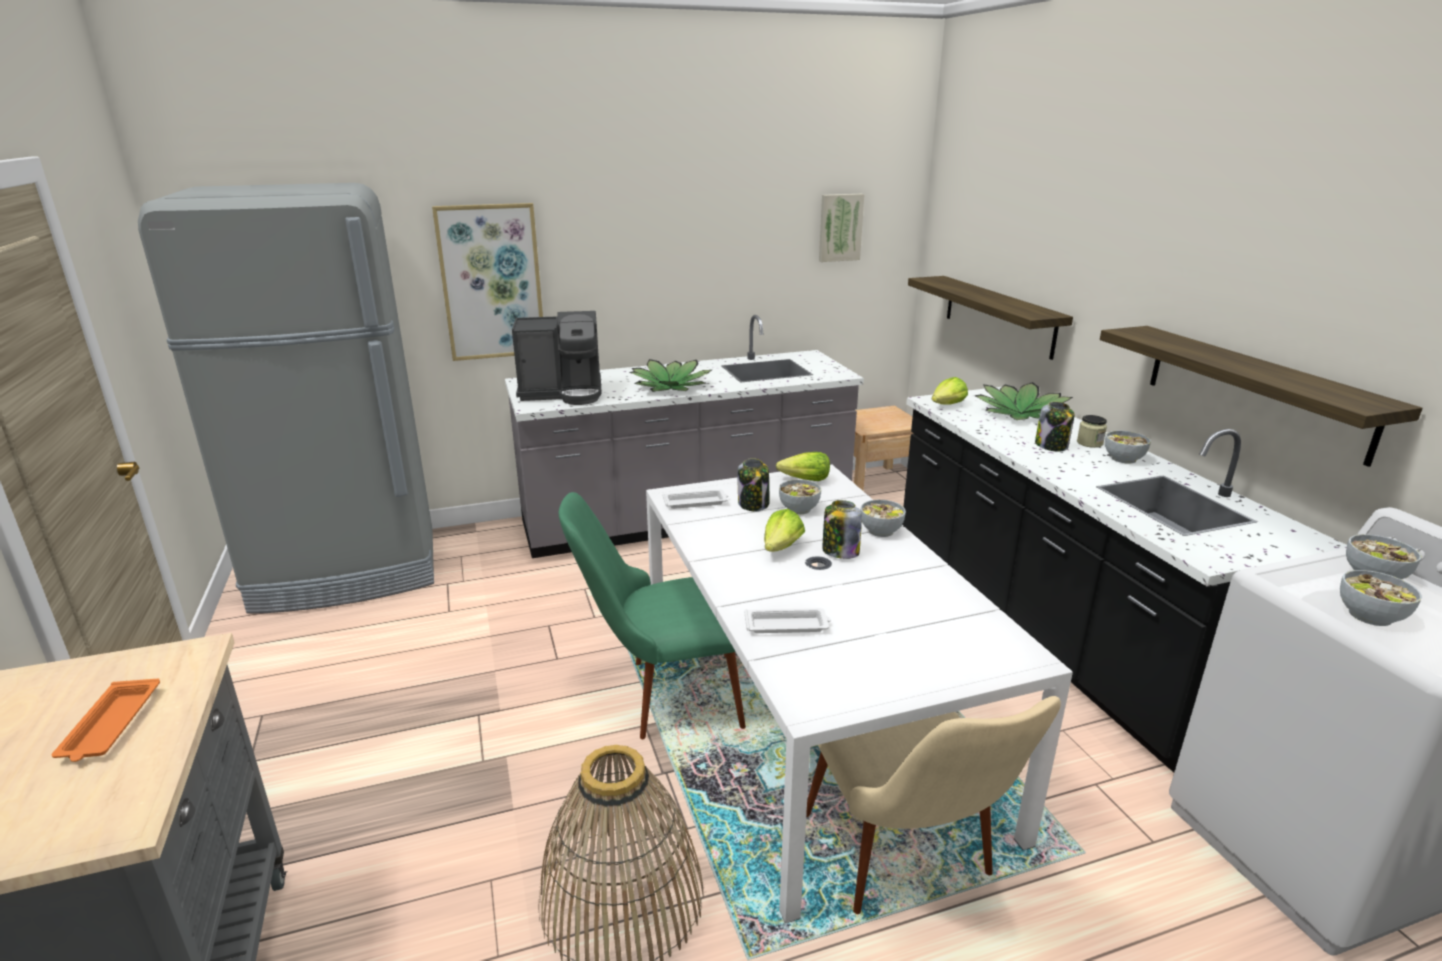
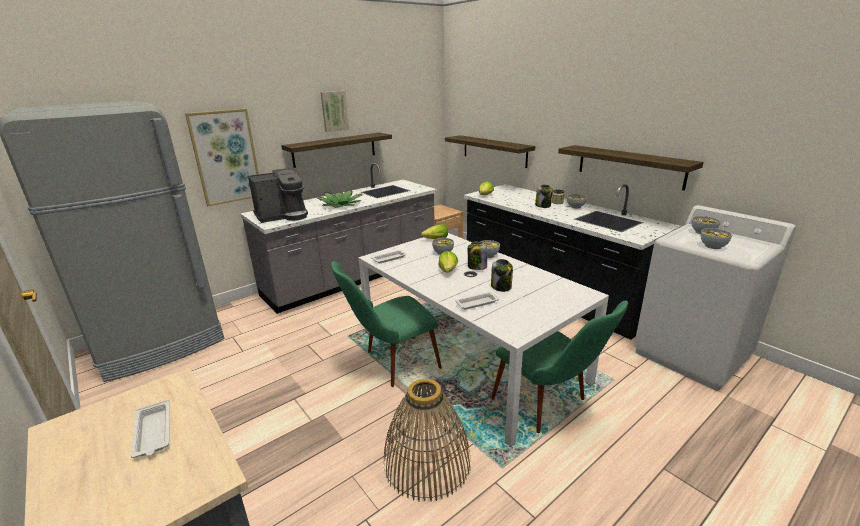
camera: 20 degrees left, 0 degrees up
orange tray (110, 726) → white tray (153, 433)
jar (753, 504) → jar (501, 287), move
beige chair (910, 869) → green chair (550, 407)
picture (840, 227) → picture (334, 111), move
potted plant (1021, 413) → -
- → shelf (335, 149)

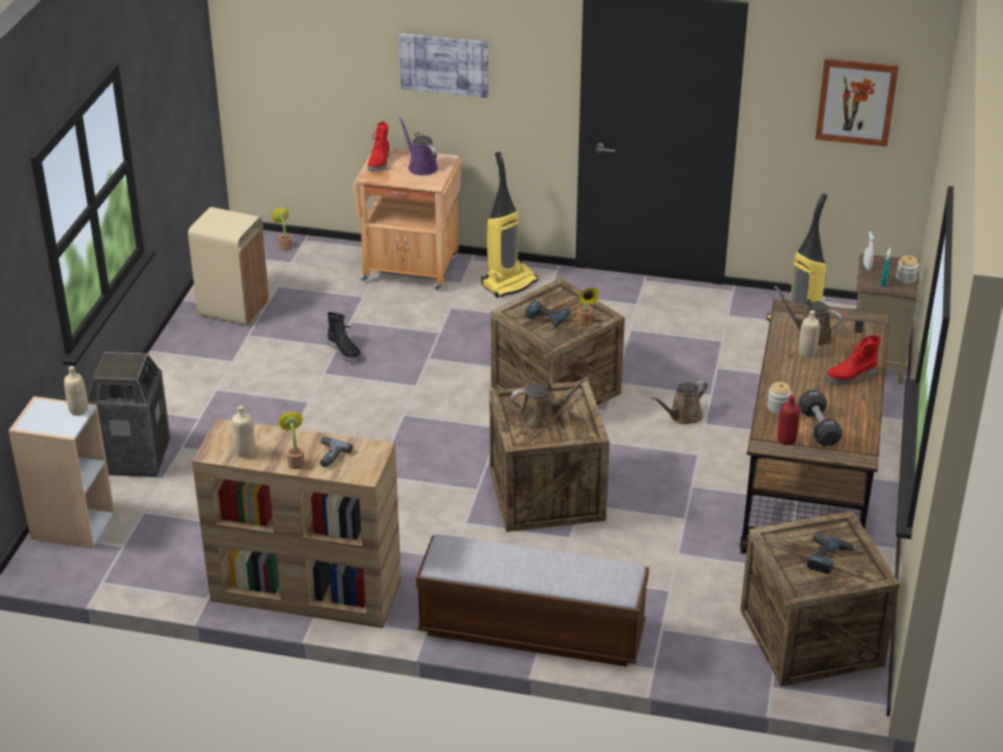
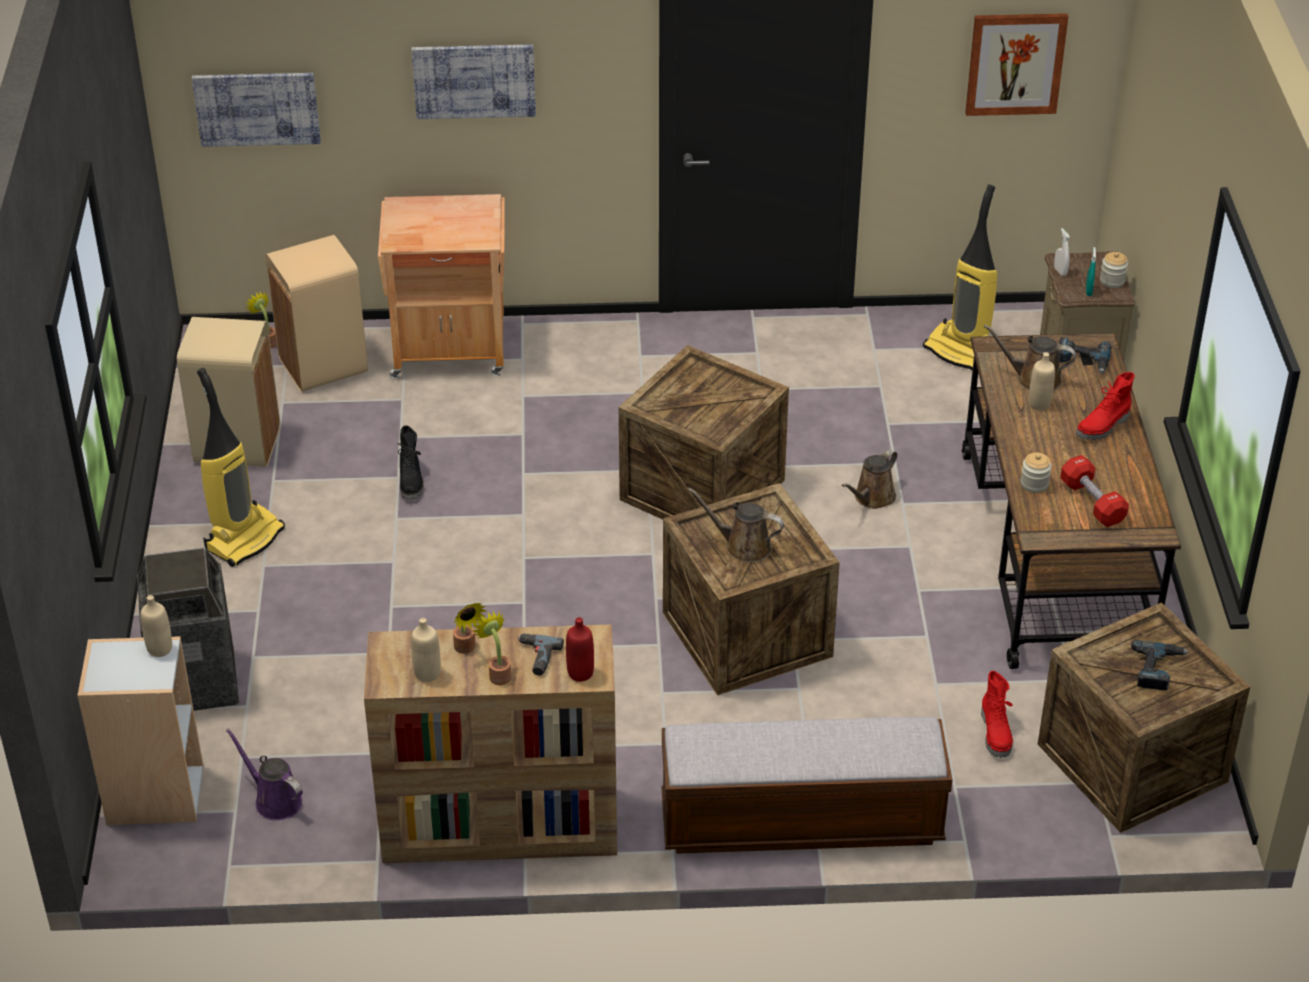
camera: 15 degrees left, 5 degrees up
black boot (345, 351) → black boot (411, 482), 45 degrees clockwise
red boot (380, 163) → red boot (996, 733), move
purple watering can (421, 167) → purple watering can (274, 800), move
vacuum cleaner (509, 283) → vacuum cleaner (244, 538), move
brown watering can (541, 418) → brown watering can (743, 546), 135 degrees counterclockwise
power drill (545, 319) → power drill (1082, 360), move
potted plant (585, 322) → potted plant (466, 649), move
red bottle (786, 440) → red bottle (580, 673), move
black dumbbell (819, 427) → red dumbbell (1092, 502)
- → picture (257, 108)
- → beige trash can (322, 365)

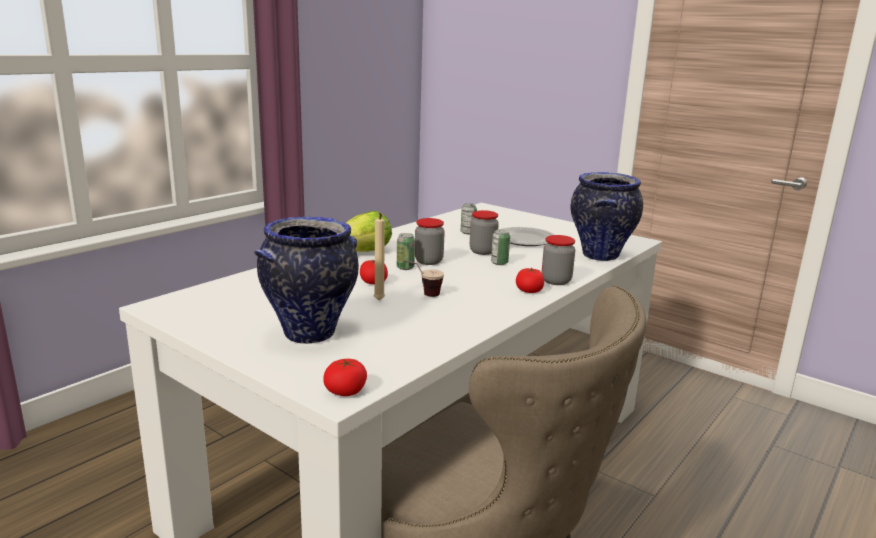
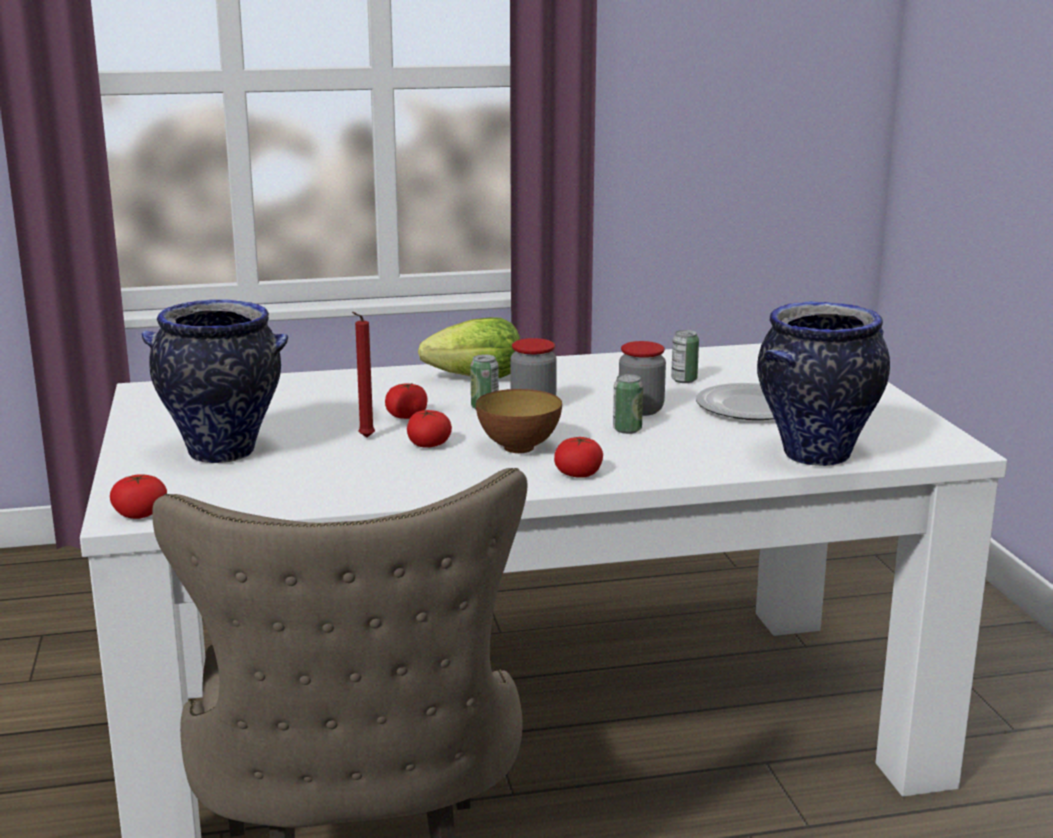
camera: 40 degrees right, 0 degrees up
beige candle (379, 301) → red candle (364, 438)
cup (422, 295) → tomato (429, 444)
jar (556, 281) → -
- → bowl (519, 448)

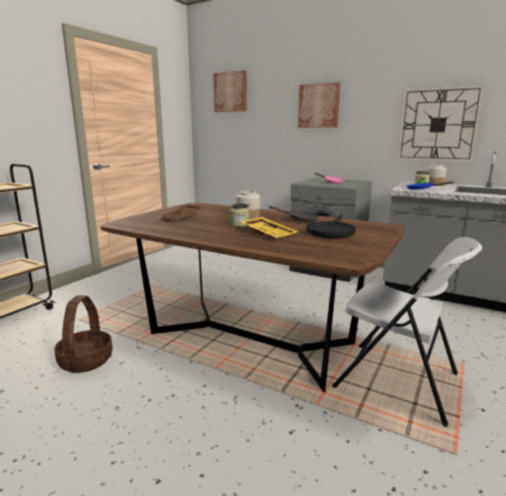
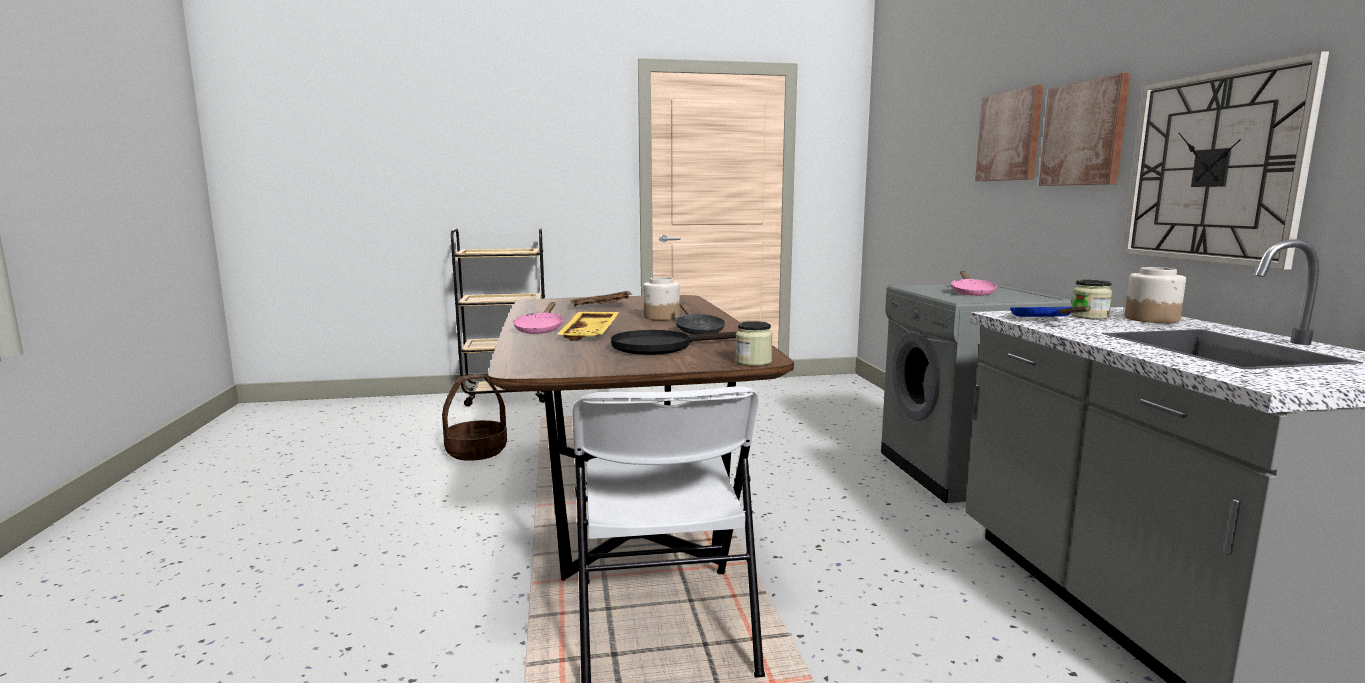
camera: 50 degrees right, 5 degrees down
picture (230, 92) → picture (1084, 134), move
jar (240, 224) → jar (753, 362), move
- → pink frying pan (540, 329)

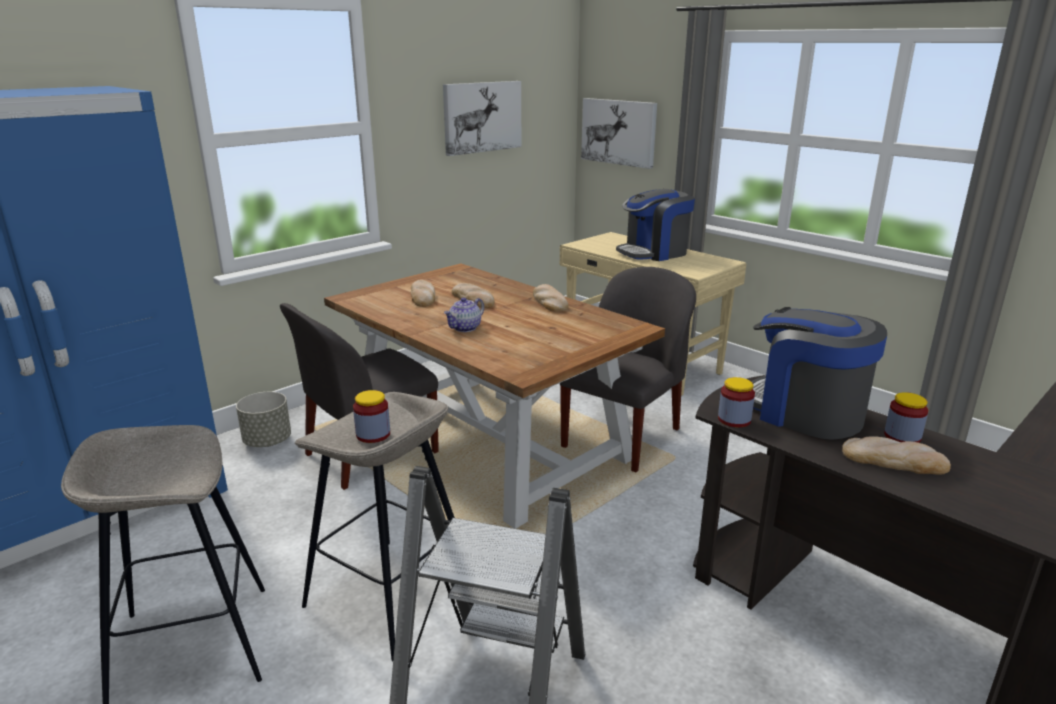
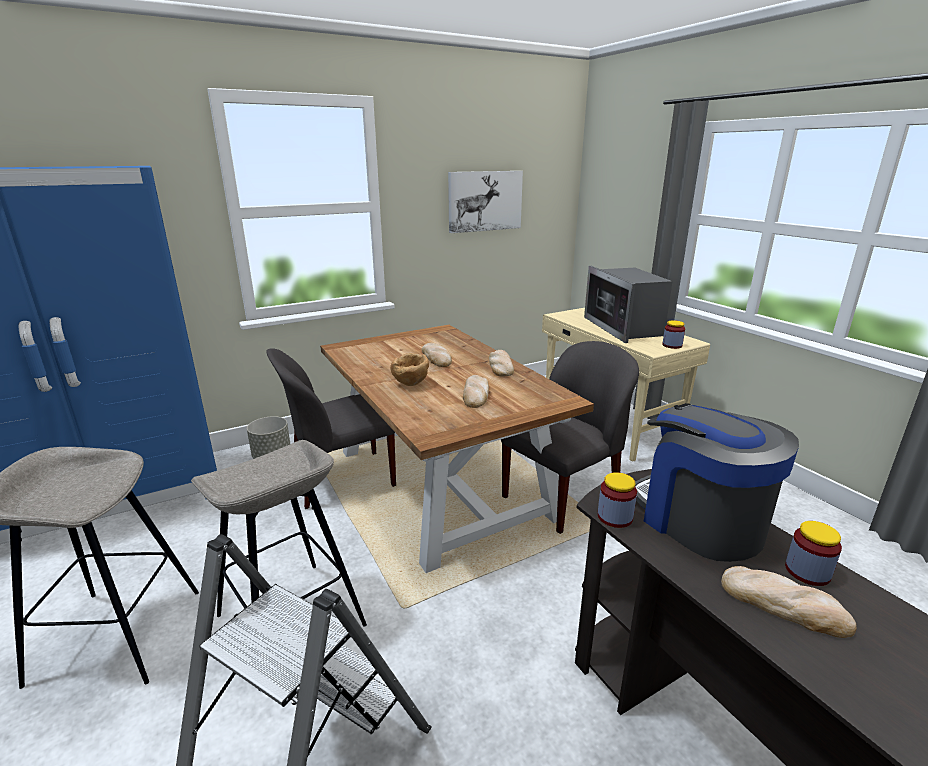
camera: 15 degrees right, 0 degrees up
jar (373, 434) → jar (672, 345), move
bread (423, 297) → bread (476, 394), move
teapot (465, 328) → brown bowl (411, 384)
picture (619, 132) → -
coffee machine (654, 252) → microwave (623, 327)

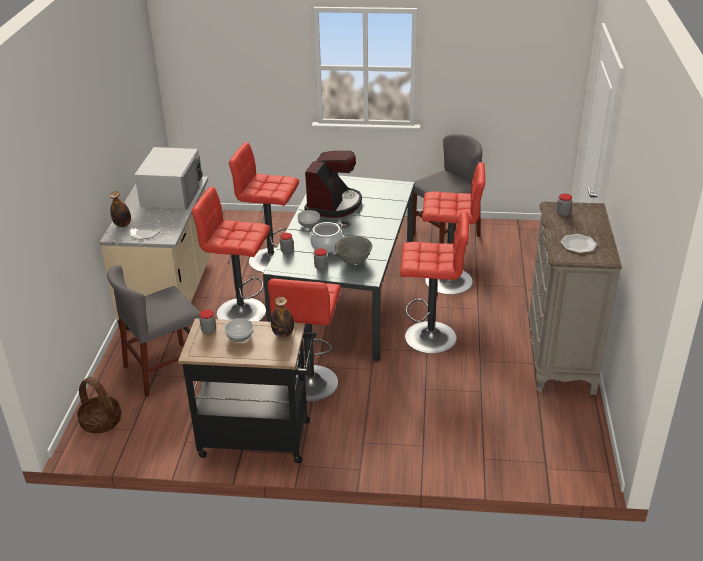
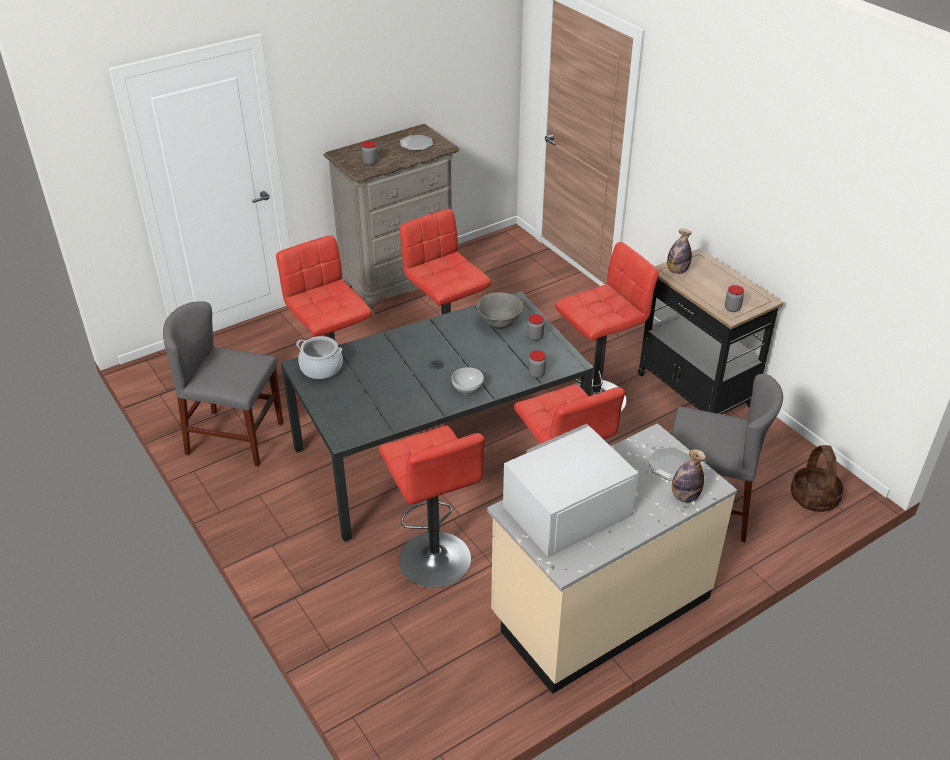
camera: 130 degrees left, 5 degrees up
bowl (240, 337) → -
coffee machine (334, 204) → -
cooking pot (326, 246) → cooking pot (321, 368), move

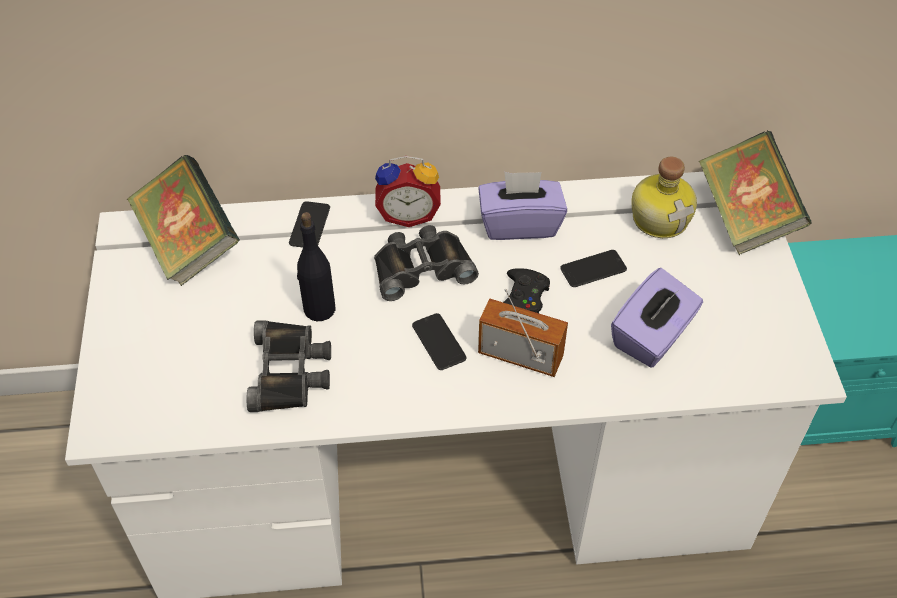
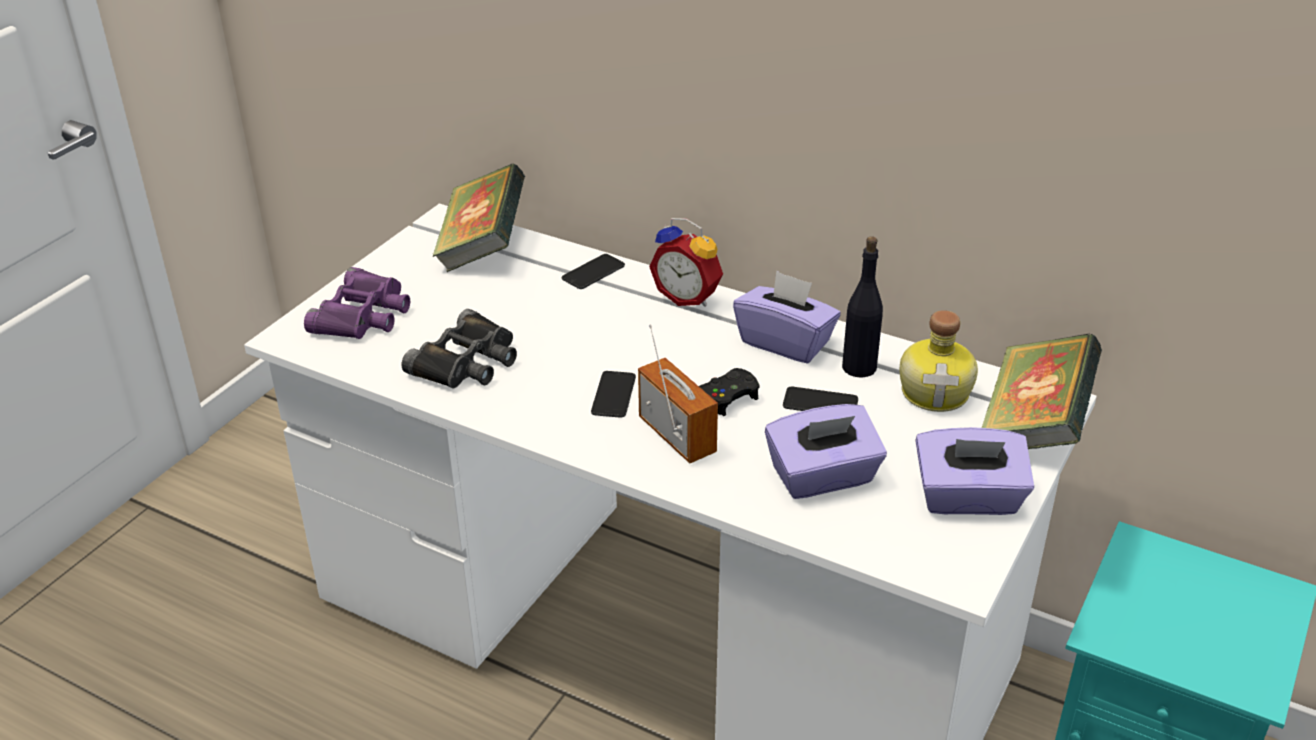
camera: 35 degrees right, 15 degrees down
black bottle (319, 309) → black bottle (858, 367), move
black binoculars (421, 267) → -
- → purple binoculars (364, 315)
- → purple tissue box (968, 499)

